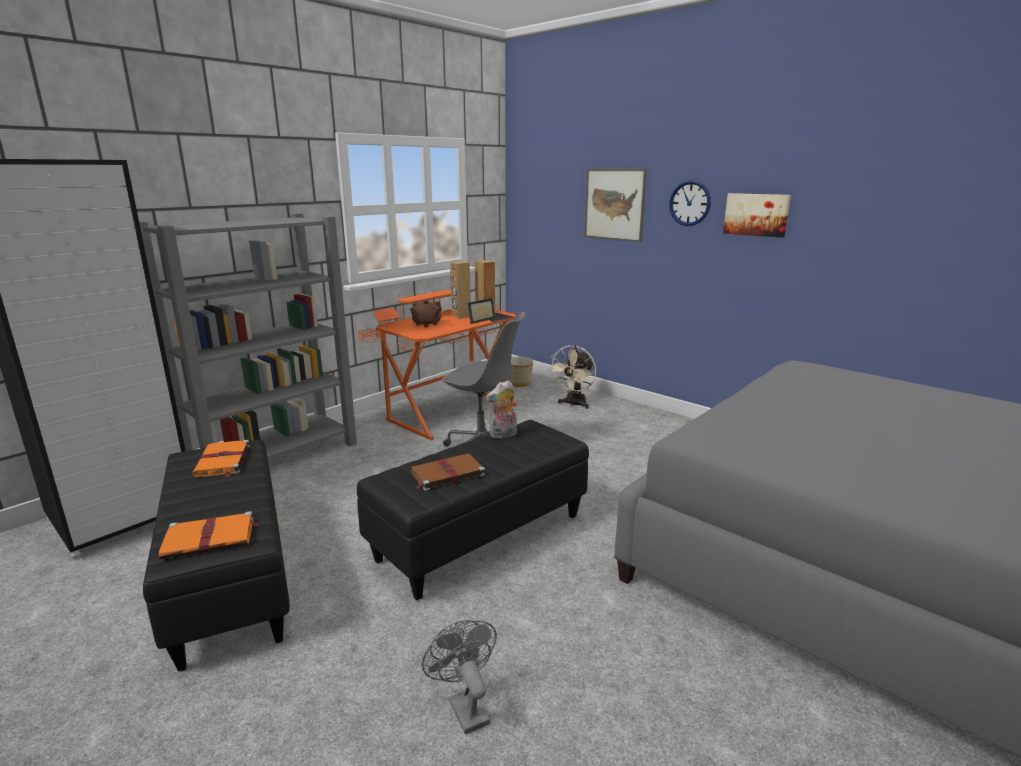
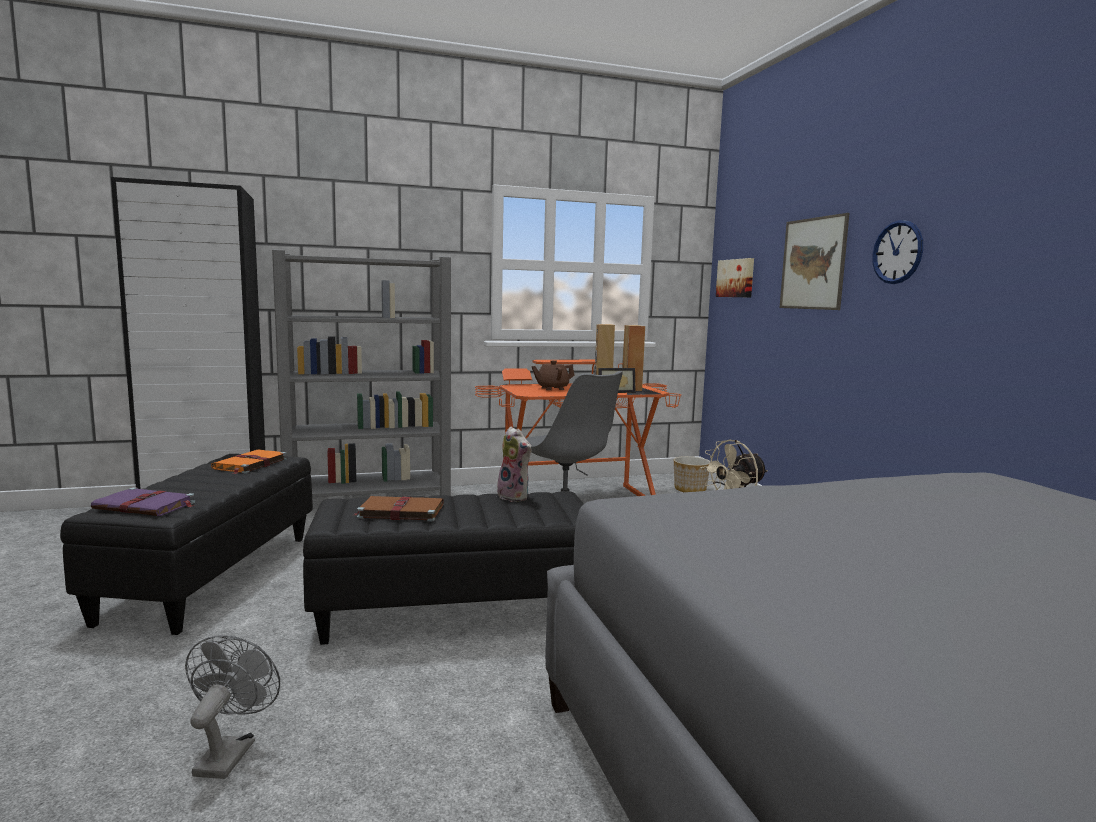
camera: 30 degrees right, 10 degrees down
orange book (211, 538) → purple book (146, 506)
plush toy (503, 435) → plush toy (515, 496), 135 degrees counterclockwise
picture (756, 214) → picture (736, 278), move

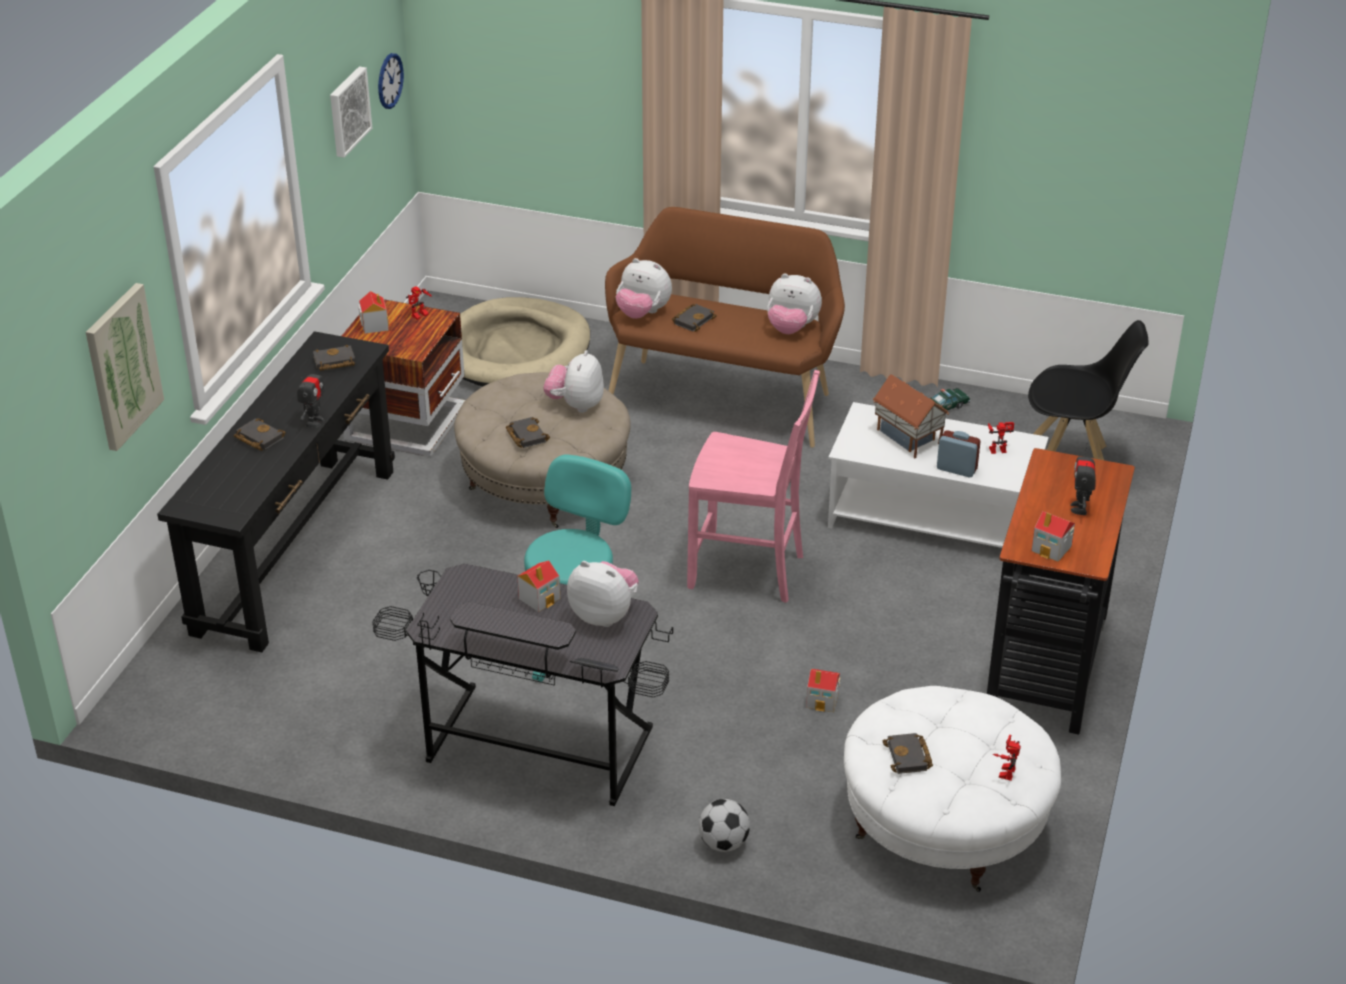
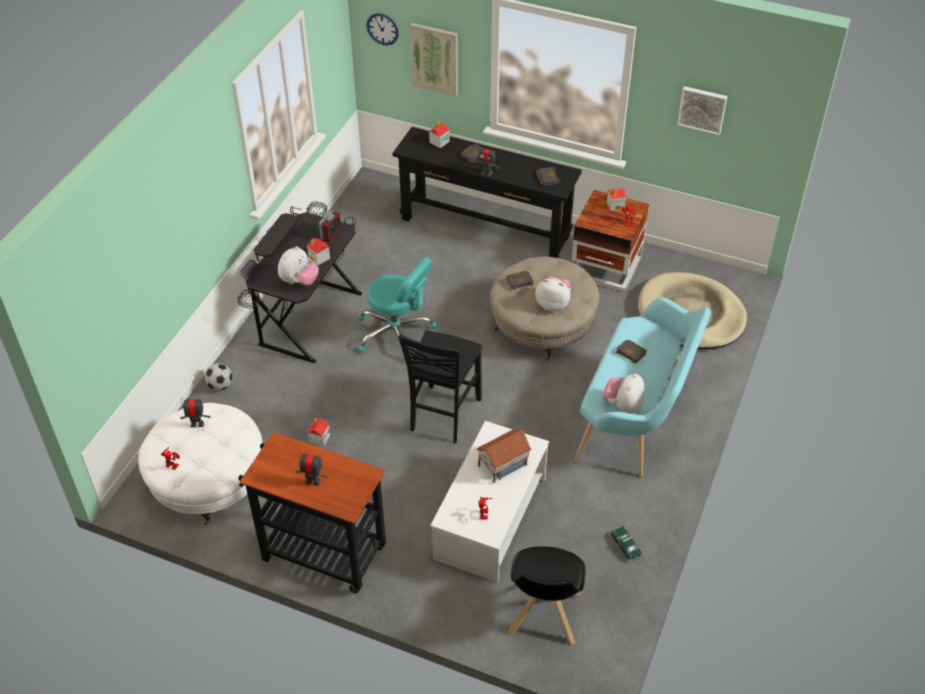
camera: 95 degrees right, 10 degrees up
wall clock (390, 80) → wall clock (382, 29), move
brown bench (724, 397) → turquoise bench (636, 418)
plush toy (643, 313) → -
pink chair (749, 571) → black chair (443, 415)
black book (909, 757) → toy robot (197, 424)
alarm clock (956, 469) → alarm clock (331, 234), move
toy house (1052, 549) → toy house (439, 142), move

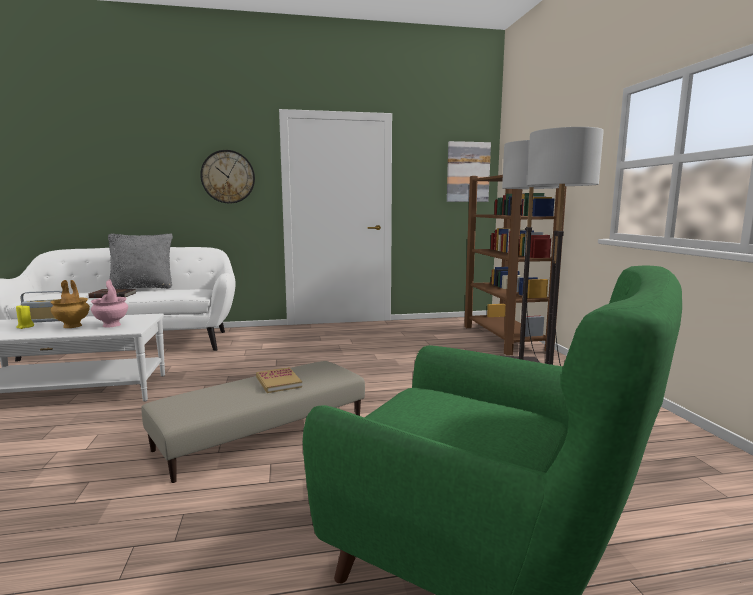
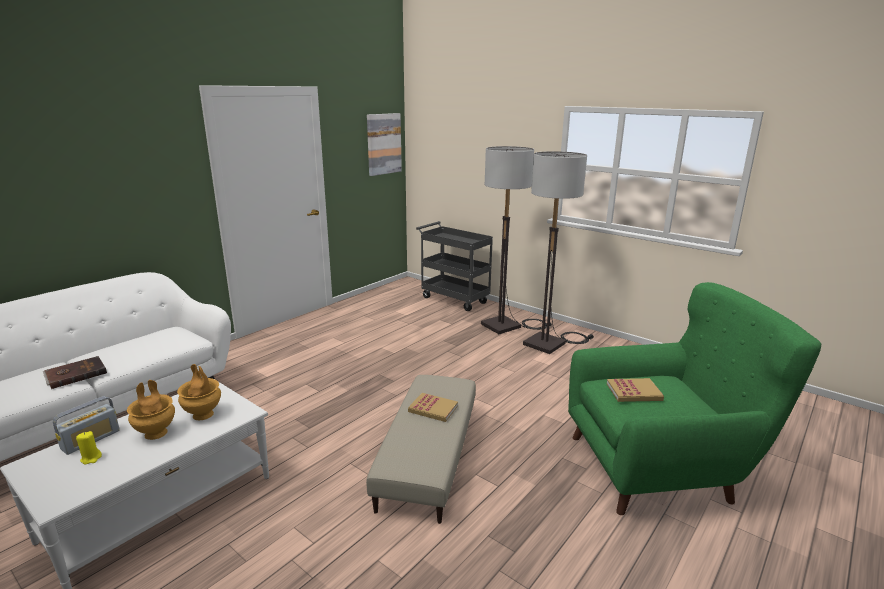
camera: 40 degrees left, 10 degrees up
pink vase (111, 325) → brown vase (203, 414)
grey pillow (143, 289) → -
wall clock (228, 177) → -
brown bookcase (505, 338) → grey cart (453, 300)
- → book (634, 392)

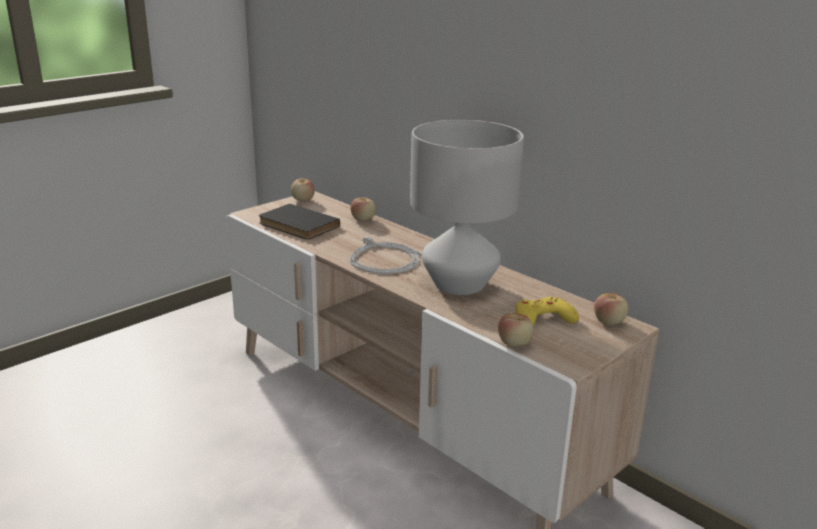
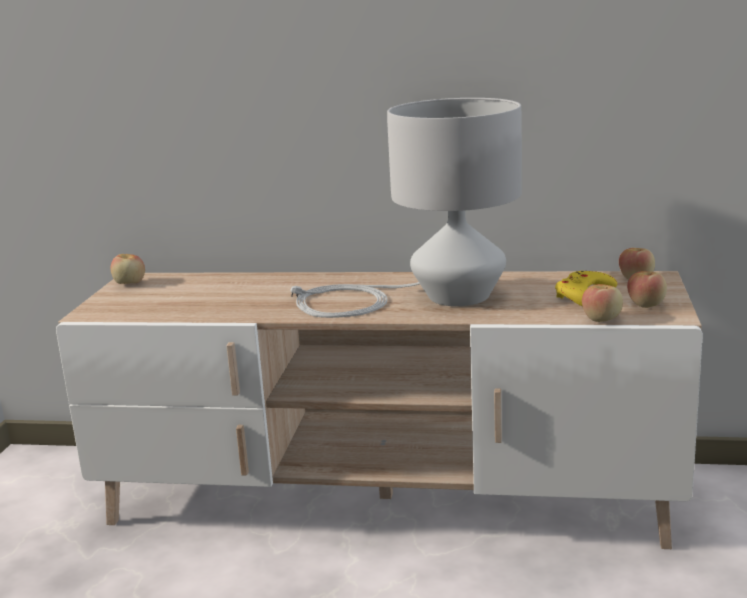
camera: 35 degrees left, 5 degrees down
black book (296, 225) → -
apple (363, 219) → apple (646, 305), move

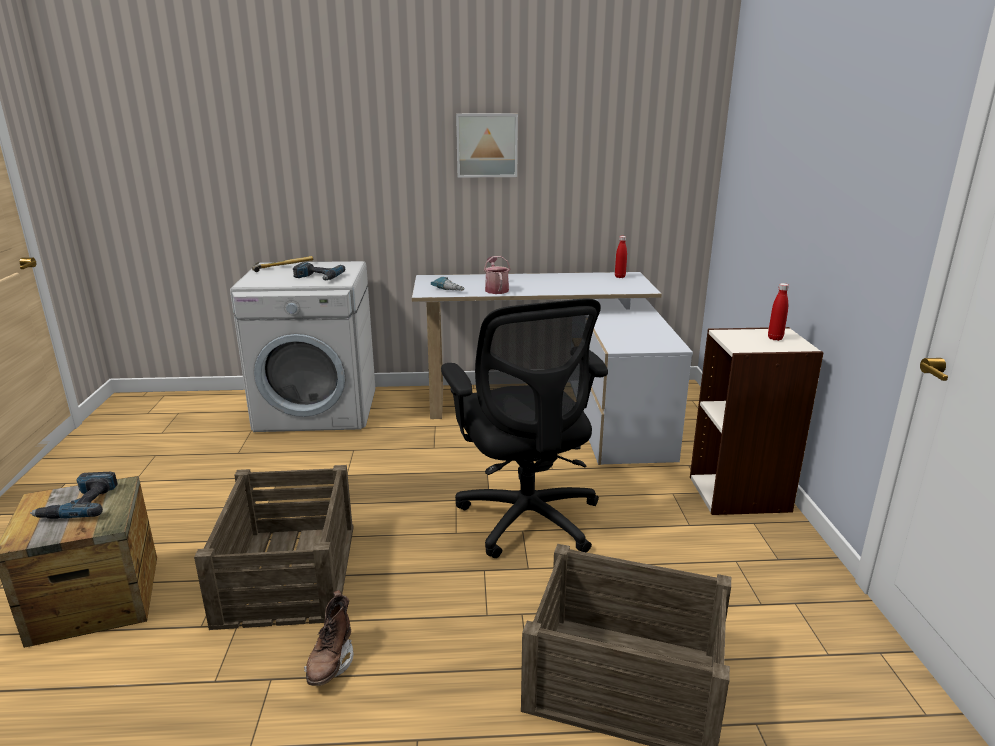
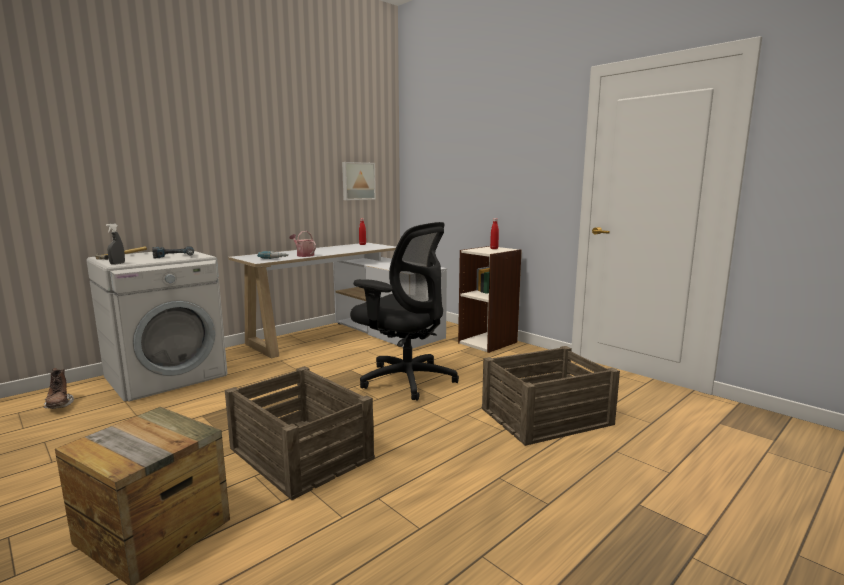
camera: 40 degrees left, 10 degrees down
power drill (80, 504) → -
brown boot (331, 663) → brown boot (59, 405), move
picture (486, 145) → picture (358, 181), move
- → grey spray bottle (117, 263)

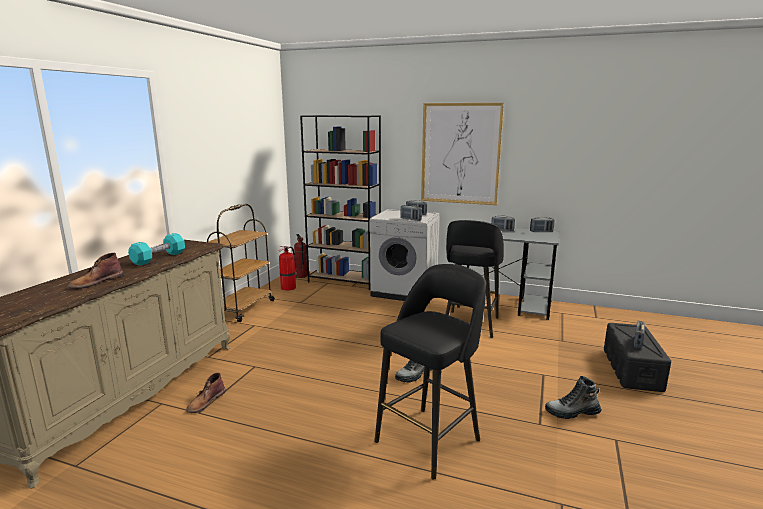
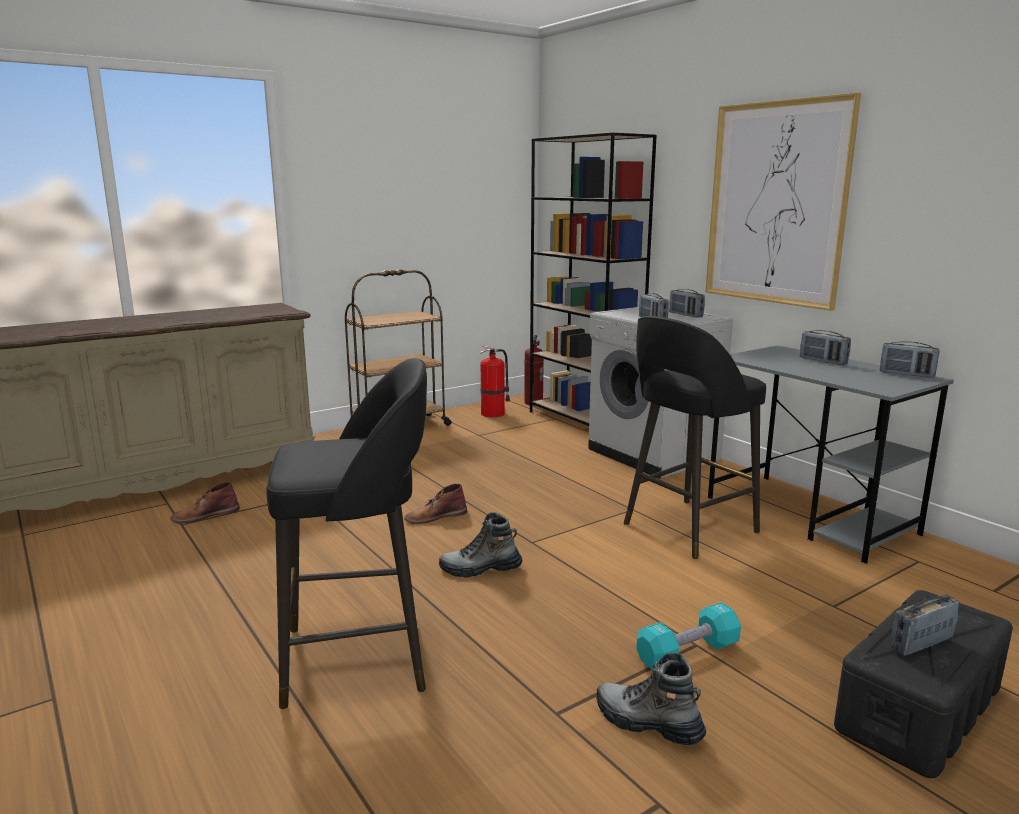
camera: 35 degrees right, 0 degrees up
brown boot (96, 282) → brown boot (435, 516), move
turquoise dumbbell (159, 258) → turquoise dumbbell (687, 653), move

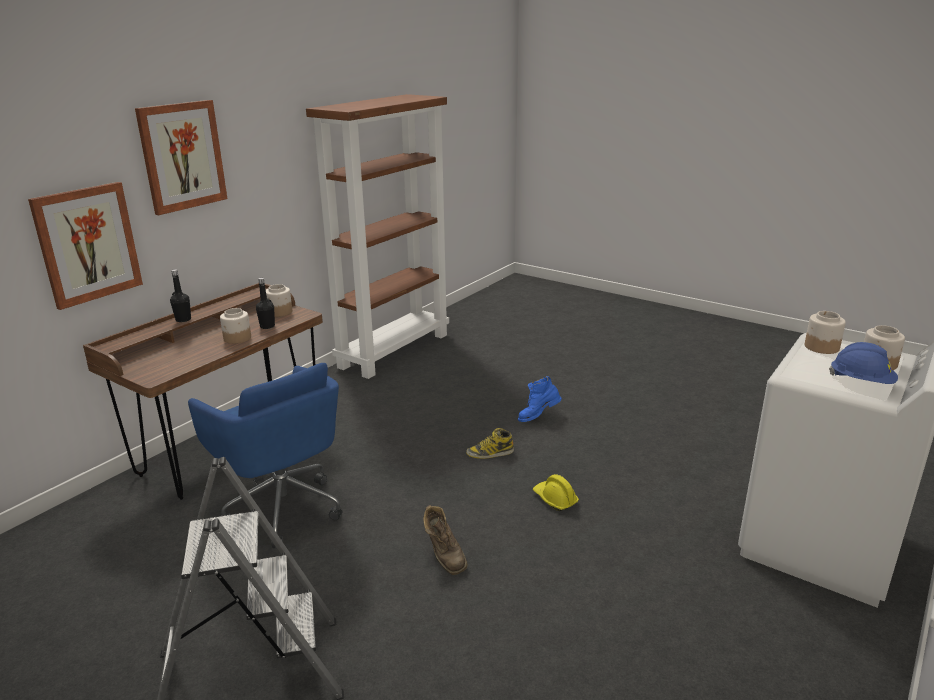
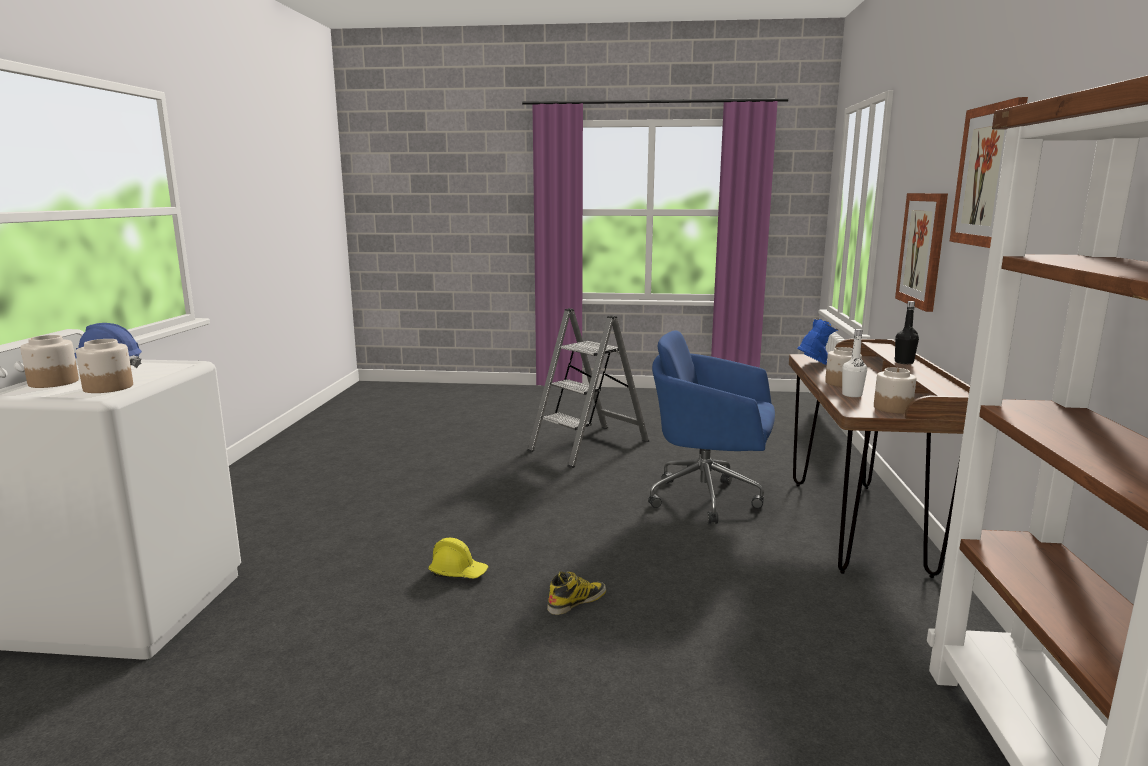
camera: 150 degrees right, 10 degrees down
black bottle (267, 326) → white bottle (852, 395)
brown boot (444, 556) → -
blue boot (538, 417) → blue boot (814, 366), move

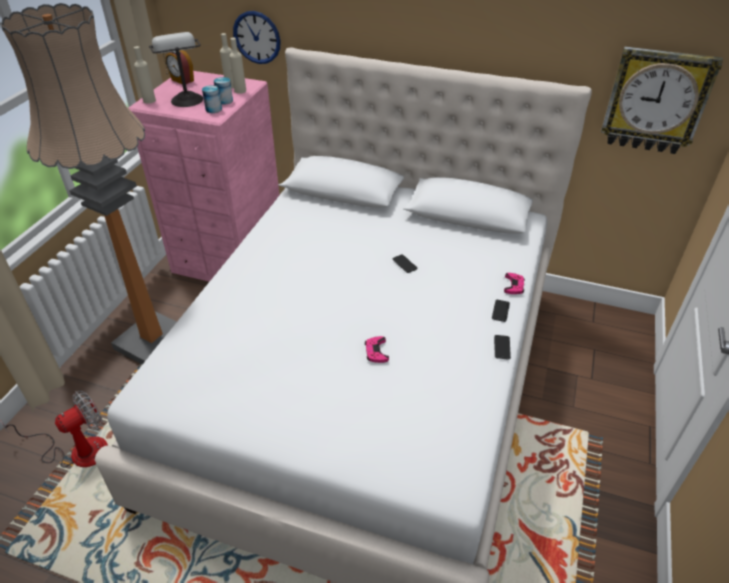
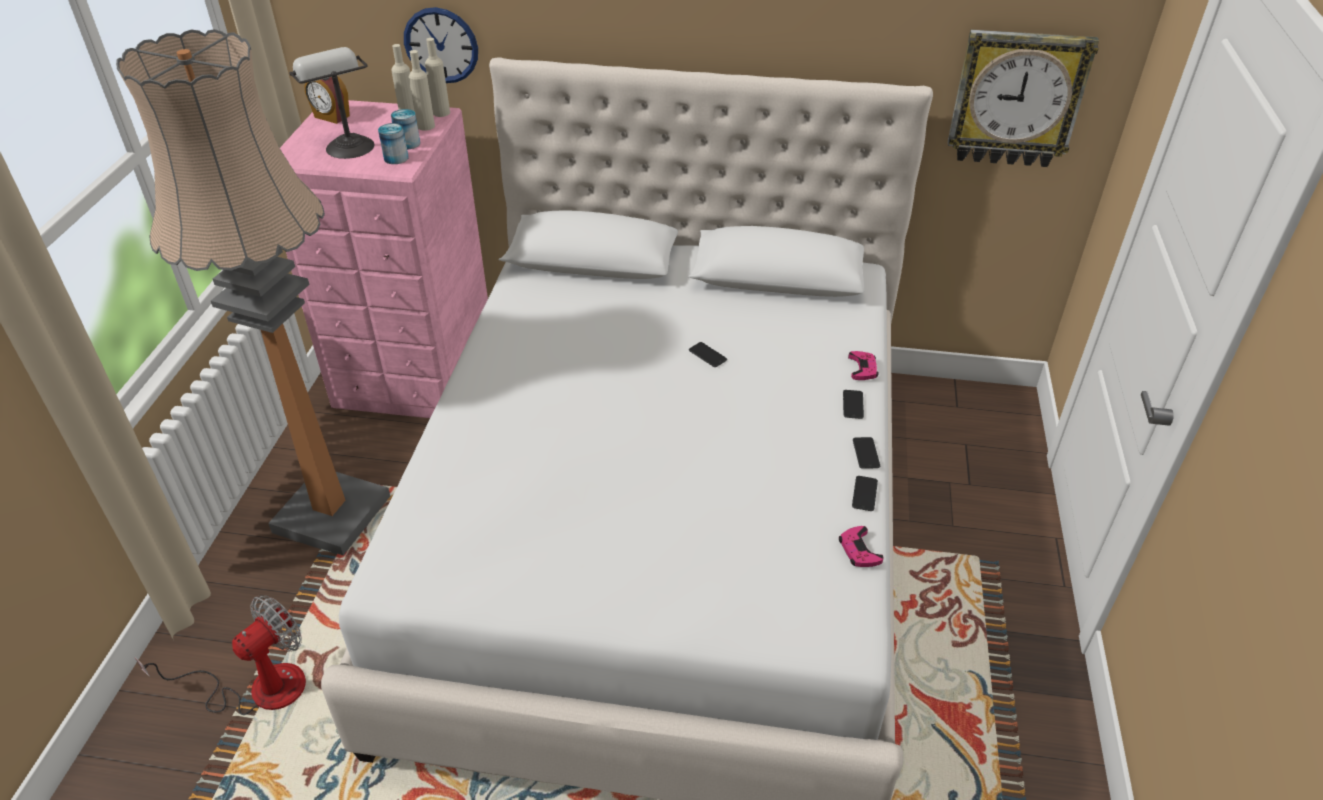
camera: 10 degrees left, 0 degrees up
beige bottle (149, 100) → beige bottle (441, 113), move
pink game controller (376, 351) → pink game controller (859, 550), move
- → phone (864, 494)

